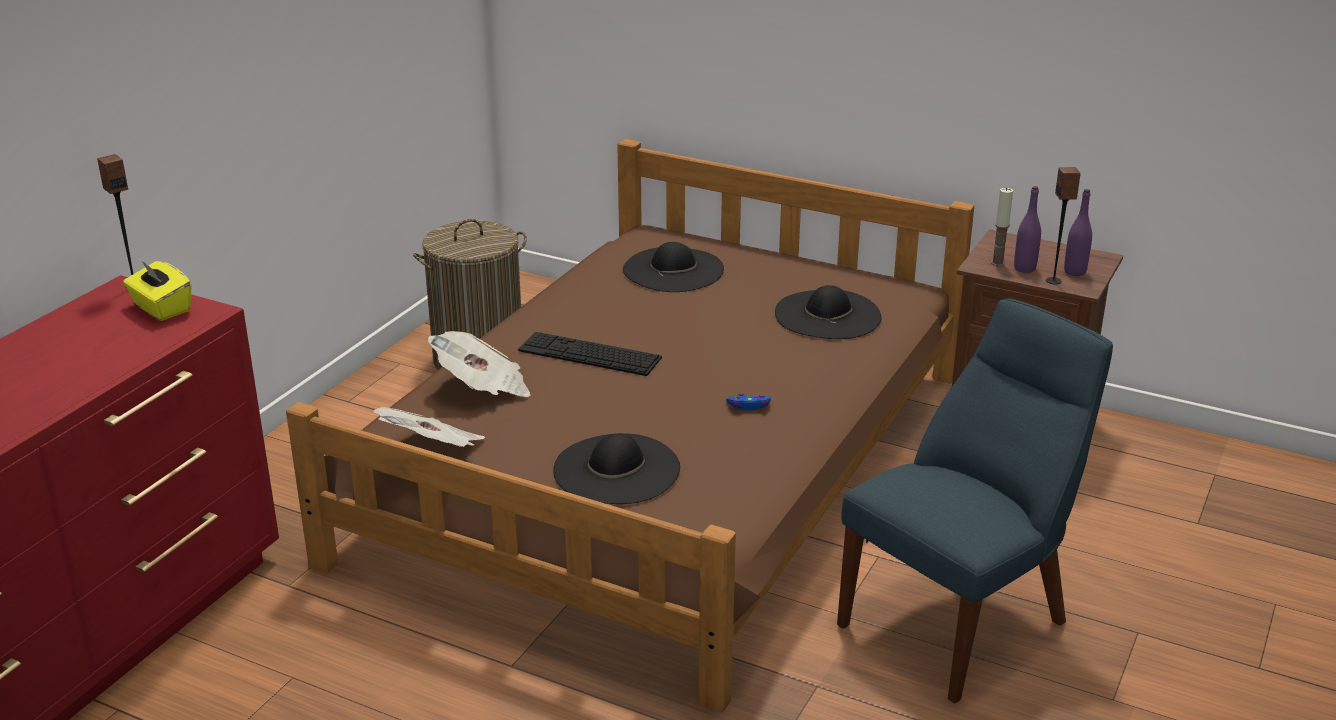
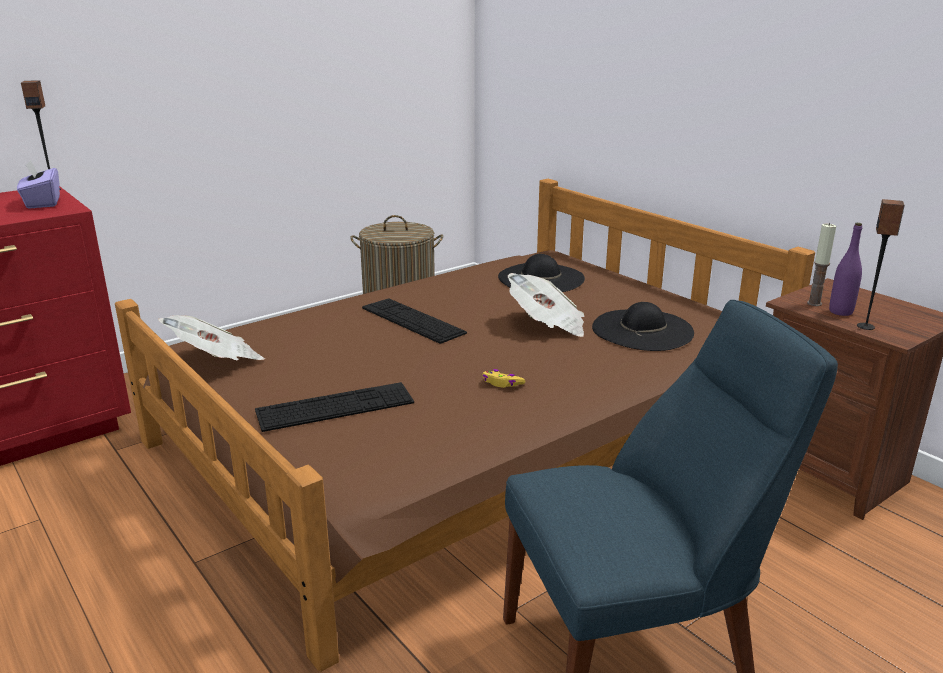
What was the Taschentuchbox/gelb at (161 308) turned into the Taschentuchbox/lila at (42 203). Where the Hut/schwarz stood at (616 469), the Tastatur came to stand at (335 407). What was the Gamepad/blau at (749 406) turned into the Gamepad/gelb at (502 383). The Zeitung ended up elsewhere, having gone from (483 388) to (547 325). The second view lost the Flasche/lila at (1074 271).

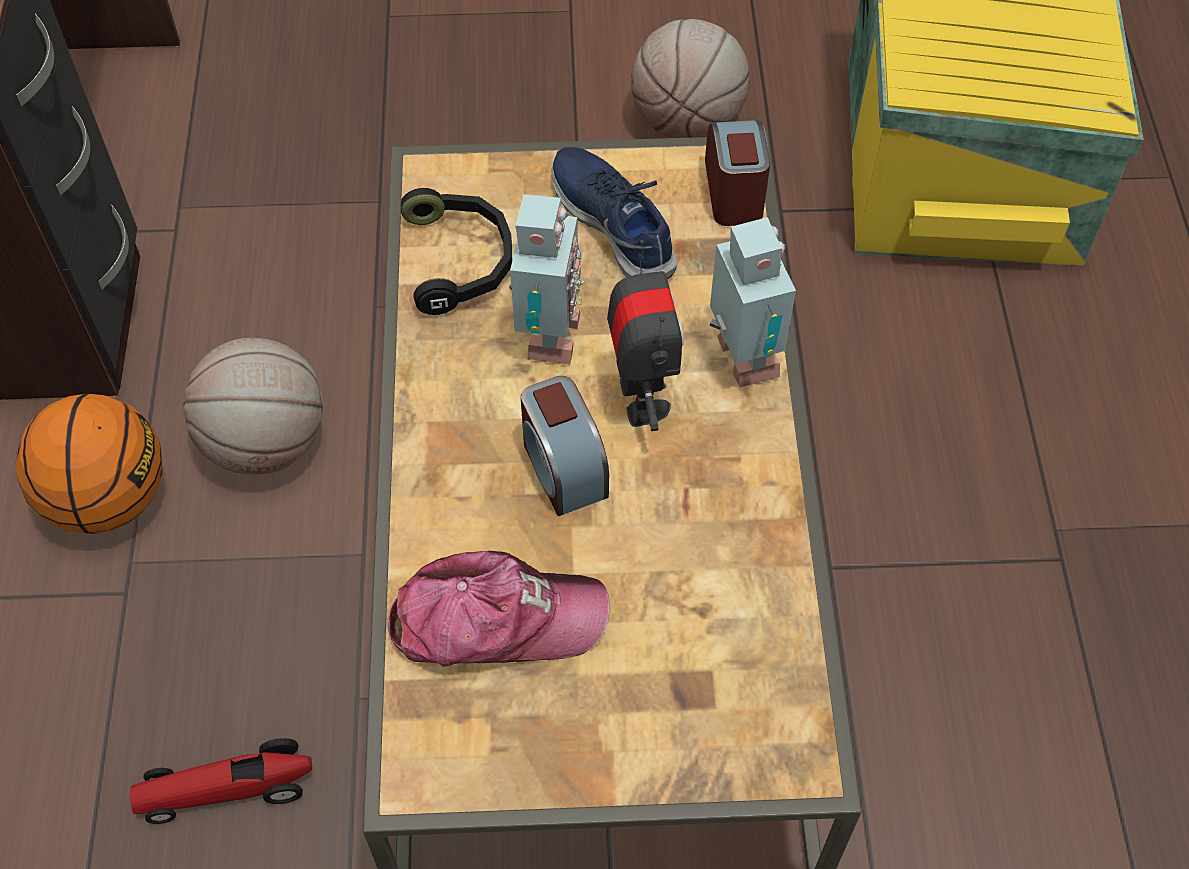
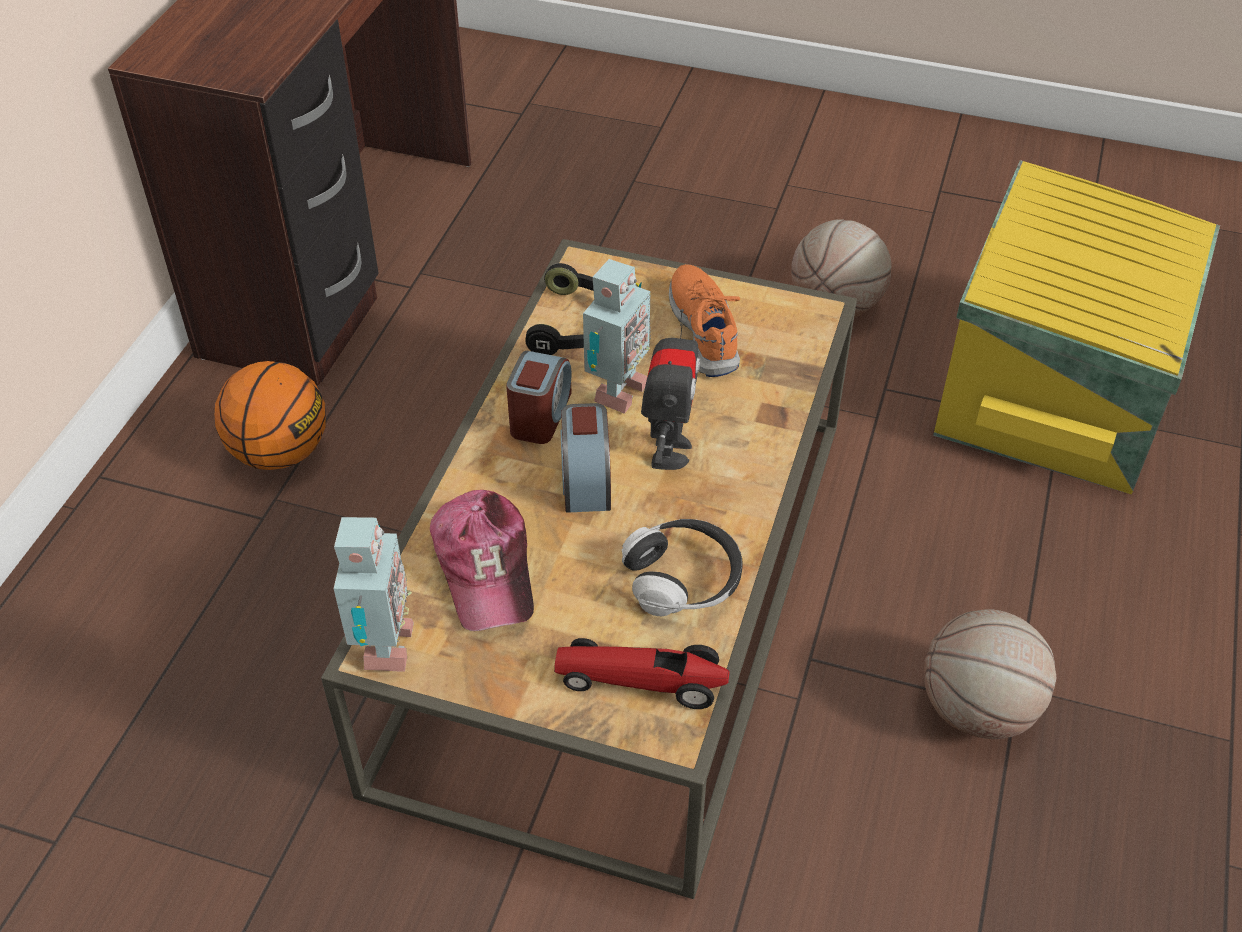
The Spielzeugroboter ended up elsewhere, having gone from (742 362) to (382 648). The Kappe at (496 620) ended up facing another way, 60 degrees clockwise from before. The Wecker ended up elsewhere, having gone from (734 191) to (540 415). The Spielzeugauto ended up elsewhere, having gone from (227 788) to (642 680). The second view gained the Kopfhörer at (683 580). What was the Schuh/blau at (615 223) turned into the Schuh/orange at (706 329). The Basketball ended up elsewhere, having gone from (266 444) to (977 710).

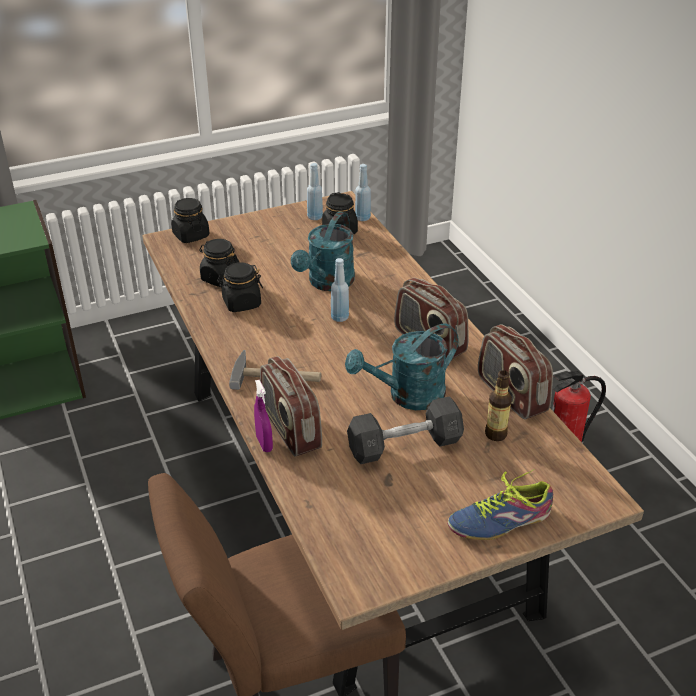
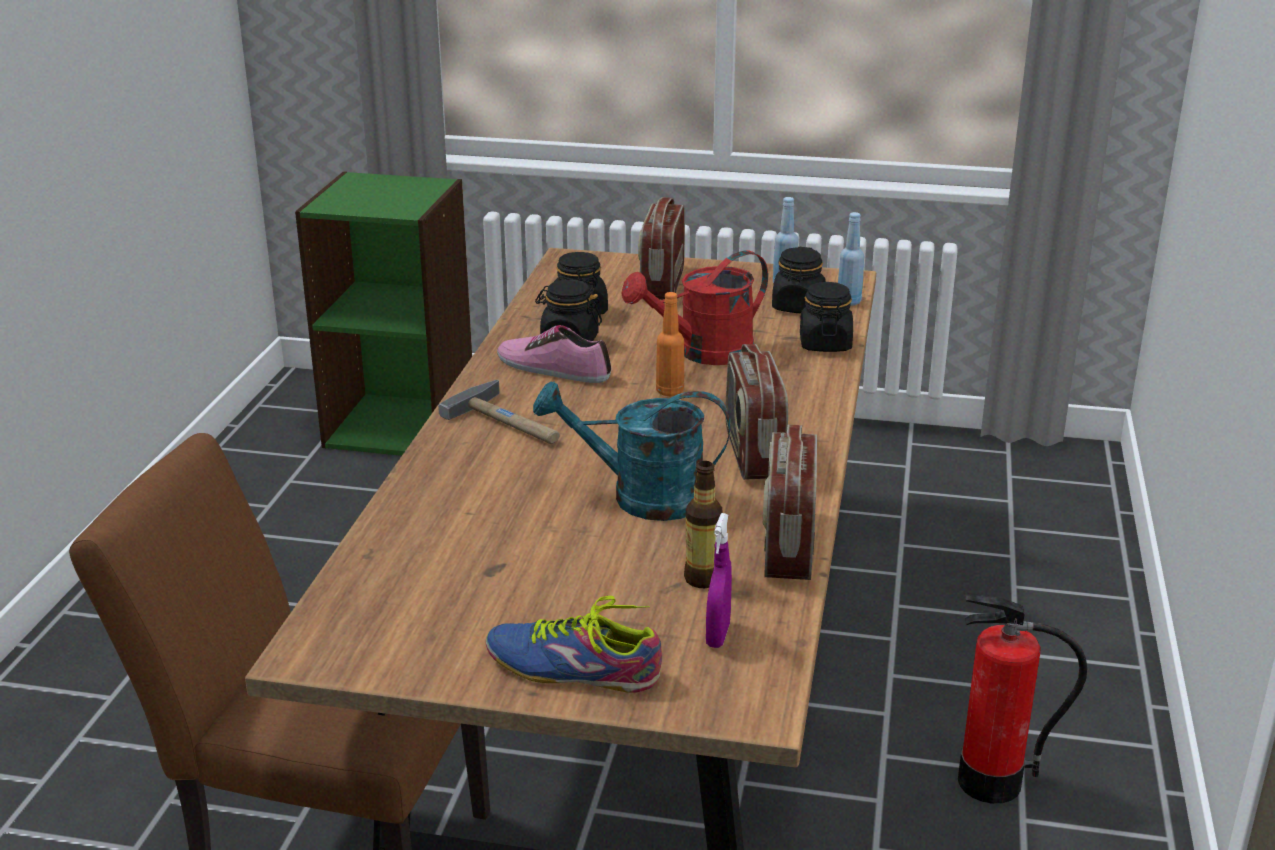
The second view gained the Schuh at (554 368). What was the Gießkanne/türkis at (327 283) turned into the Gießkanne/rot at (704 353). The Radio ended up elsewhere, having gone from (290 429) to (661 284). What was the Flasche/blau at (340 317) turned into the Flasche/orange at (670 391). The Sprühflasche/lila ended up elsewhere, having gone from (264 444) to (718 635). The Vorratsglas/schwarz ended up elsewhere, having gone from (191 235) to (825 344). The second view lost the Hantel/grau at (404 445).

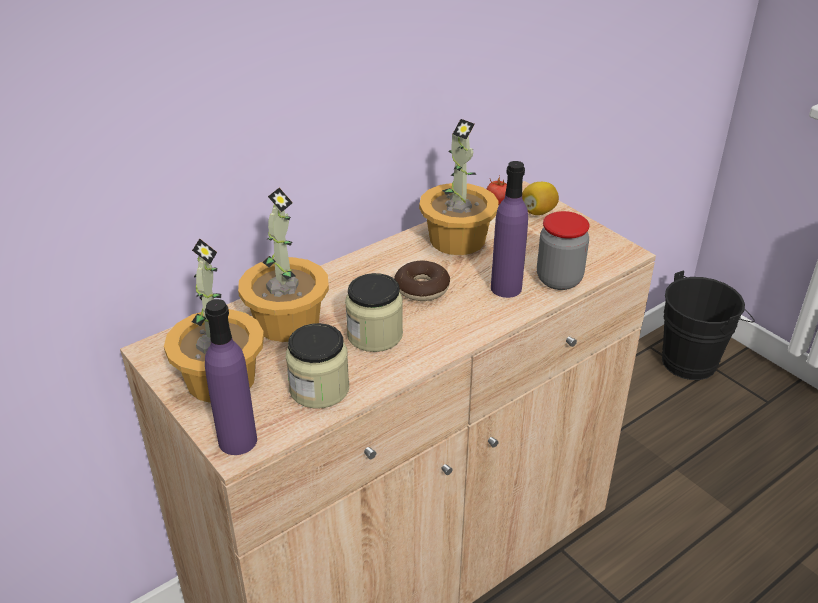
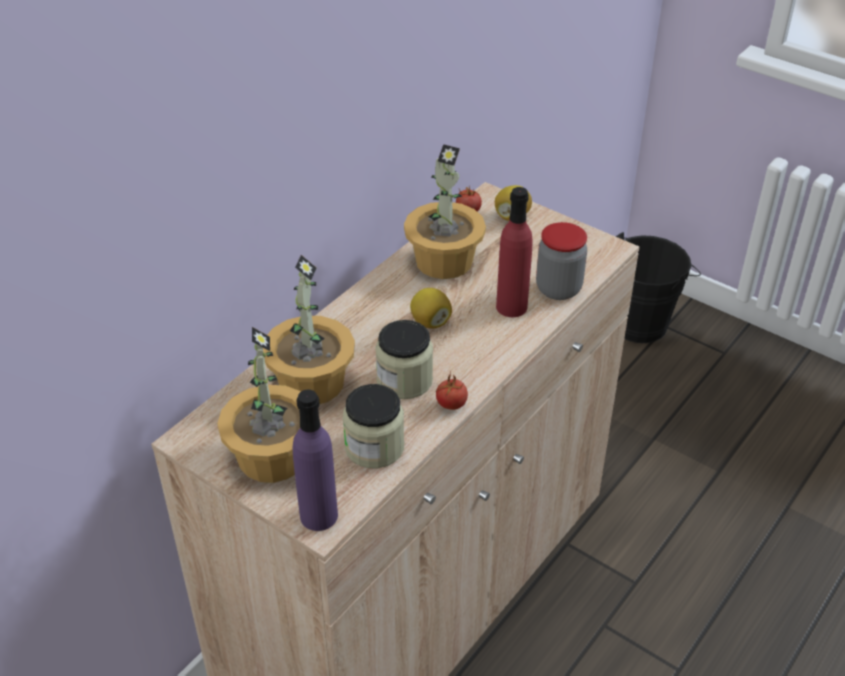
Where the Donut stood at (422 288), the Zitrone came to stand at (430 322). The second view gained the Tomate at (451 404). What was the Flasche/lila at (506 288) turned into the Flasche/rot at (511 307).

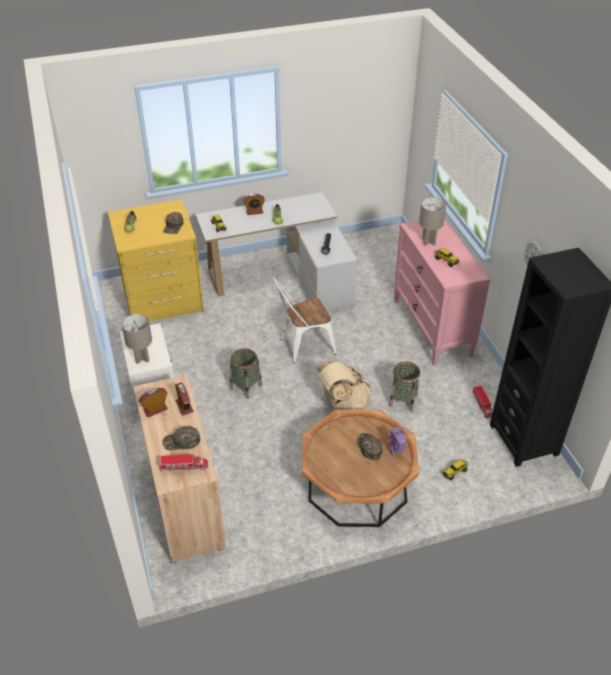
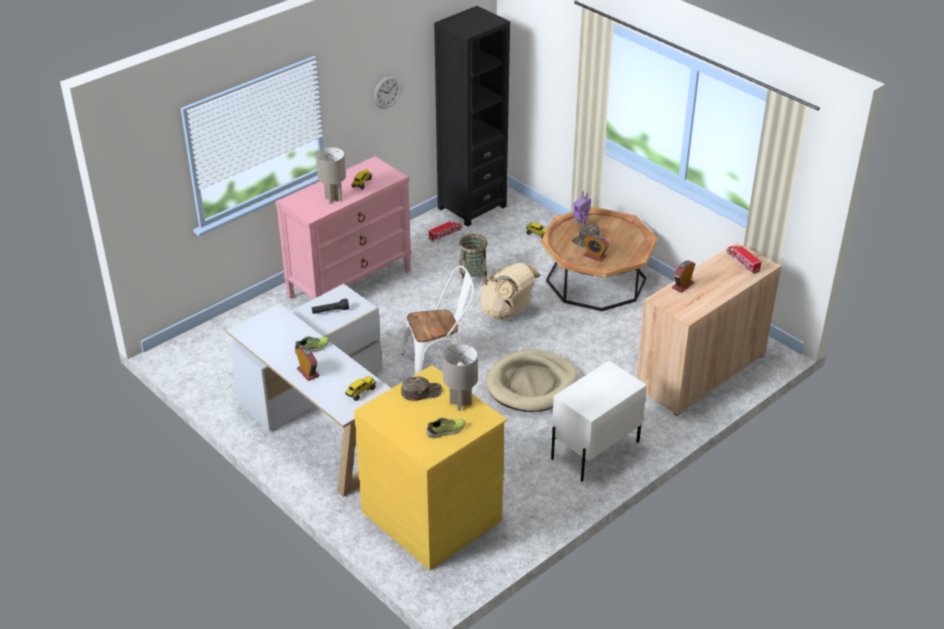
The Stuhl/weiß at (302 346) ended up facing another way, 60 degrees counterclockwise from before. The Tischlampe/grau ended up elsewhere, having gone from (141 358) to (460 404). Where the Korb stood at (246 387), the Hundebett/beige came to stand at (532 384). The Wecker ended up elsewhere, having gone from (155 409) to (595 256). The second view lost the Kappe/grün at (181 441).

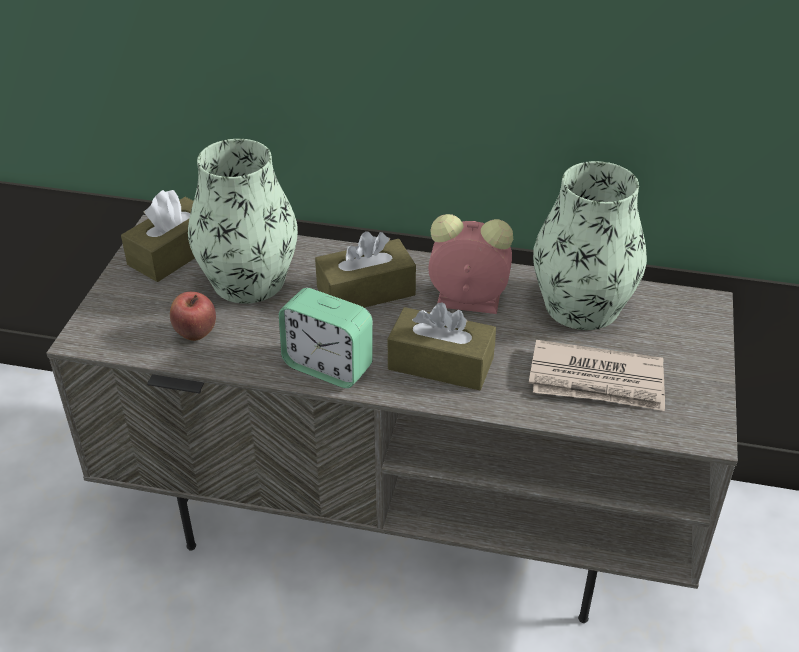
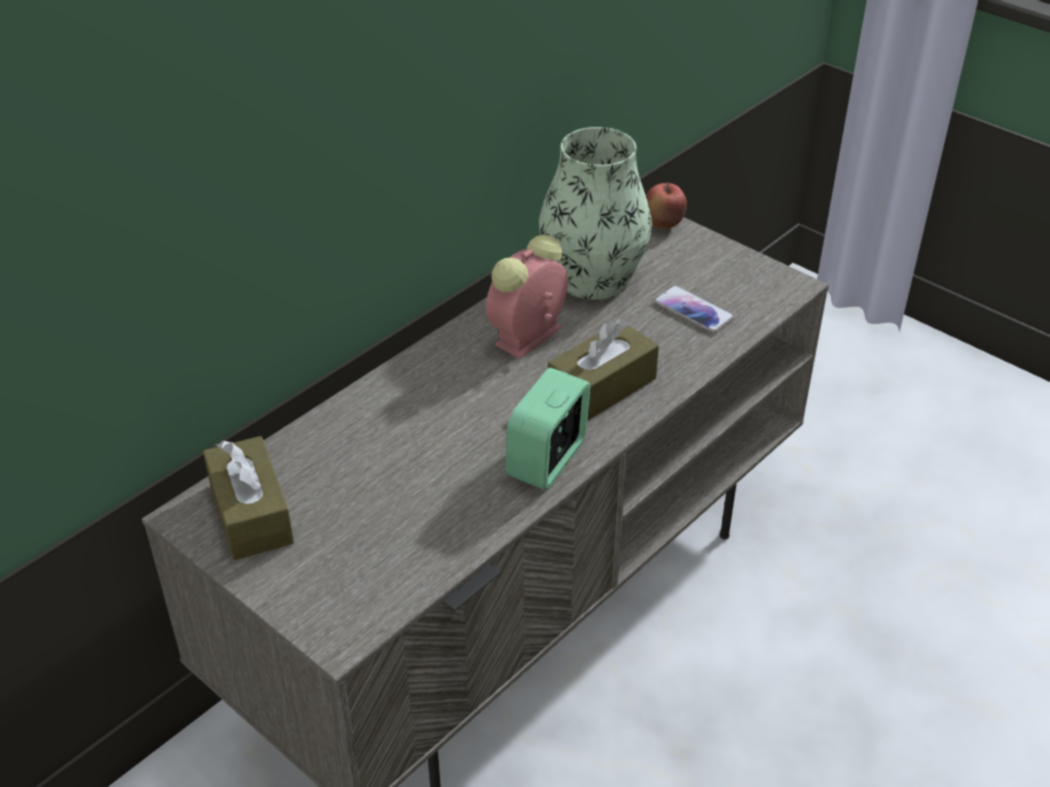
The Wecker at (328 366) ended up facing another way, 150 degrees clockwise from before. The Apfel ended up elsewhere, having gone from (195 334) to (662 225). Where the Zeitung stood at (597 381), the Handy came to stand at (693 310). The second view lost the Vase at (248 280). The second view lost the Taschentuchbox/braun at (366 291).

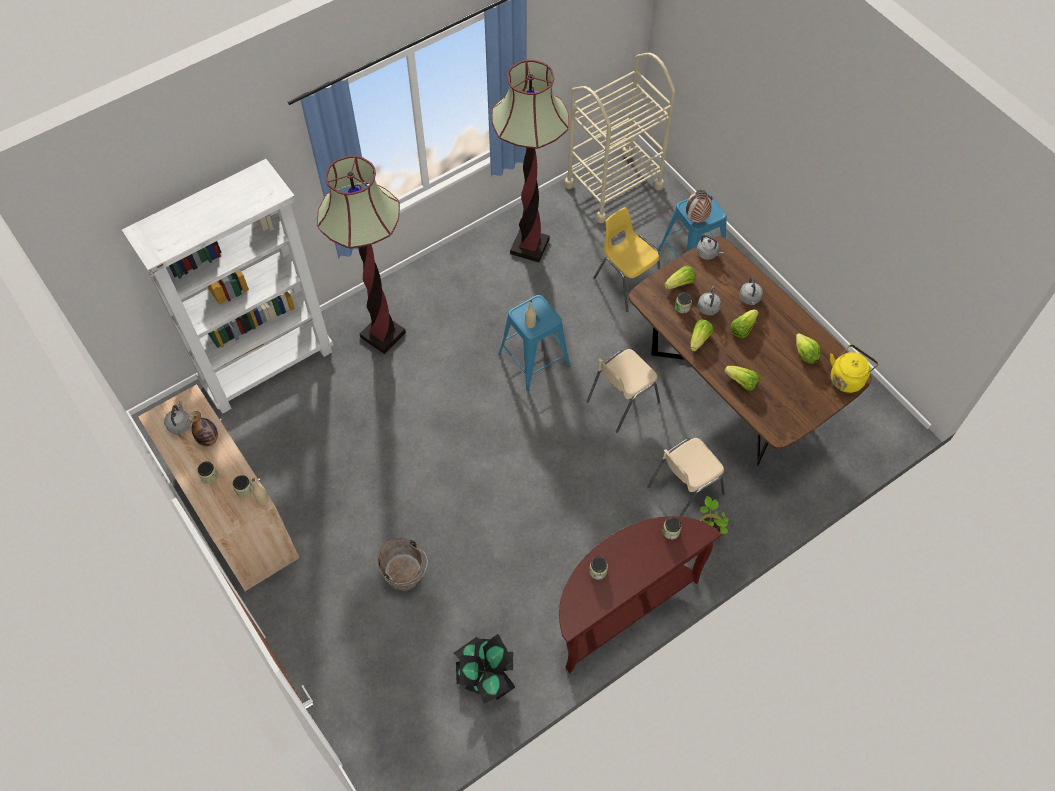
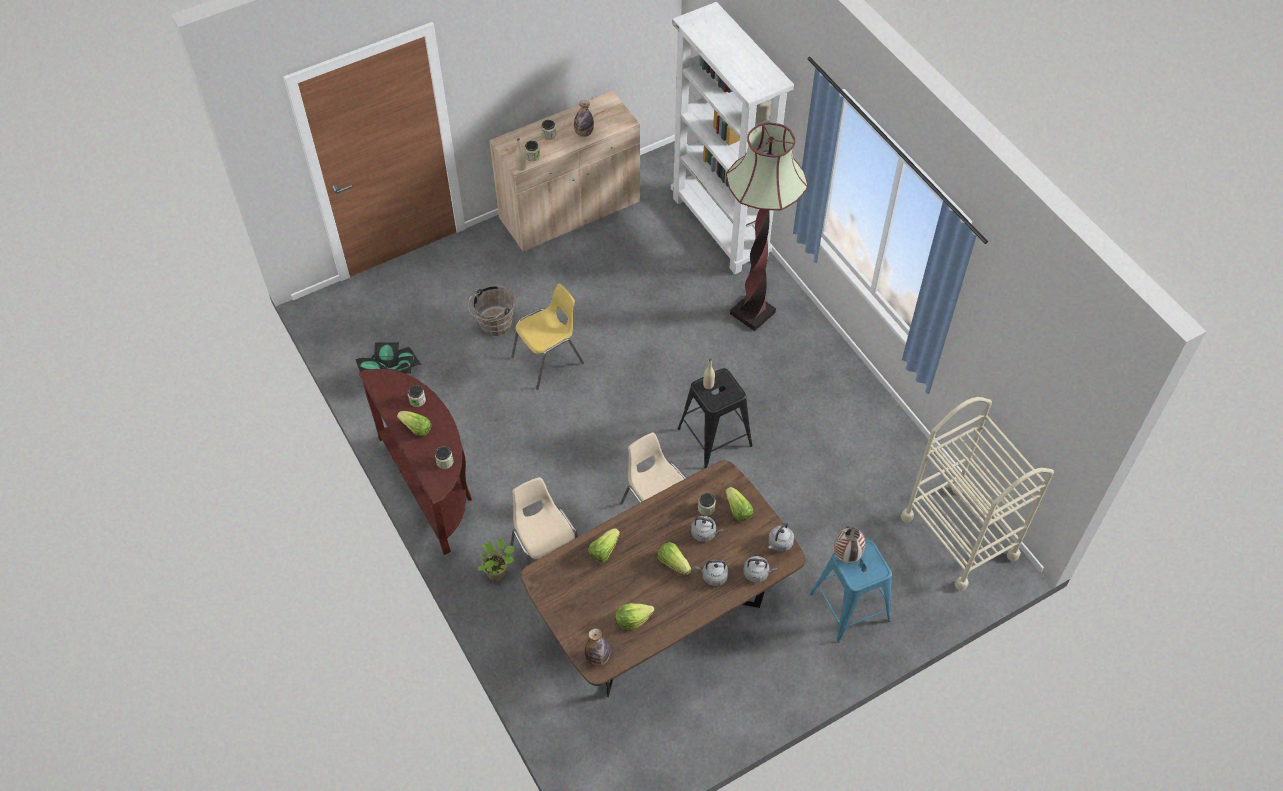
The Salatkopf ended up elsewhere, having gone from (699 339) to (416 428). The Stuhl/gelb ended up elsewhere, having gone from (626 283) to (549 360). Where the Wasserkessel/gelb stood at (847 378), the Flasche came to stand at (598 658). What was the Hocker/blau at (533 360) turned into the Hocker/schwarz at (714 437). The Wasserkessel/grau ended up elsewhere, having gone from (180 424) to (757 573). The second view lost the Stehlampe at (529 246).

